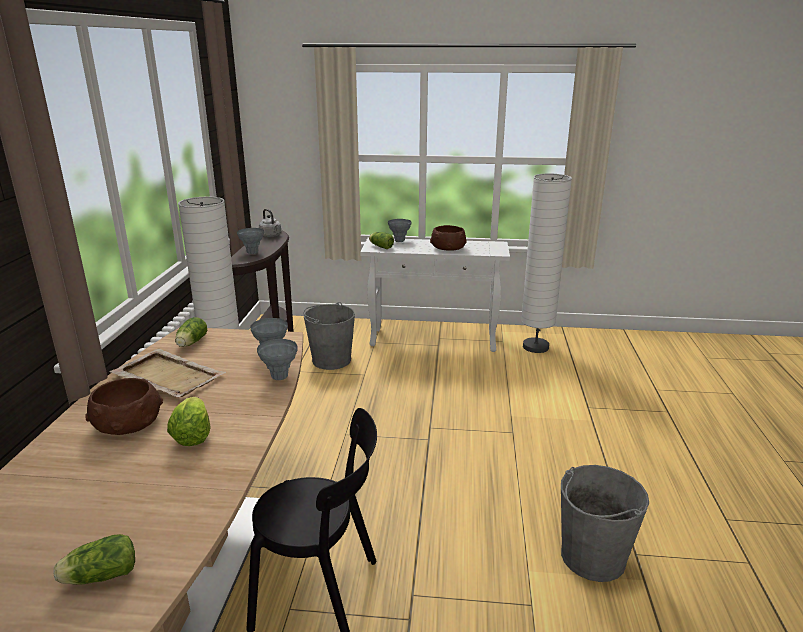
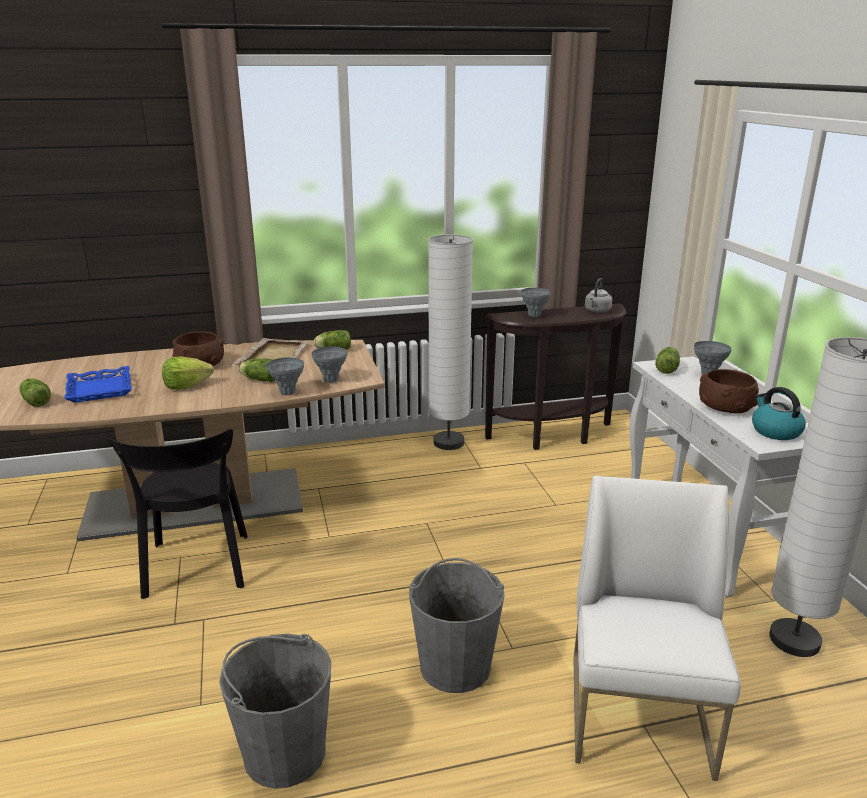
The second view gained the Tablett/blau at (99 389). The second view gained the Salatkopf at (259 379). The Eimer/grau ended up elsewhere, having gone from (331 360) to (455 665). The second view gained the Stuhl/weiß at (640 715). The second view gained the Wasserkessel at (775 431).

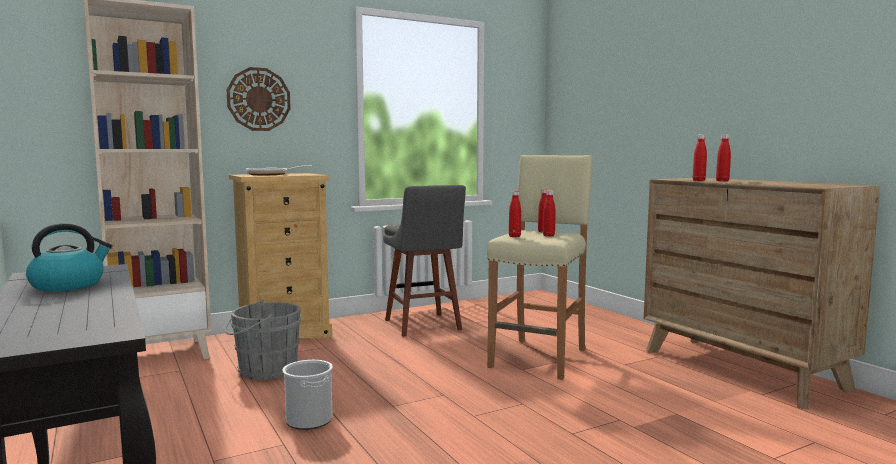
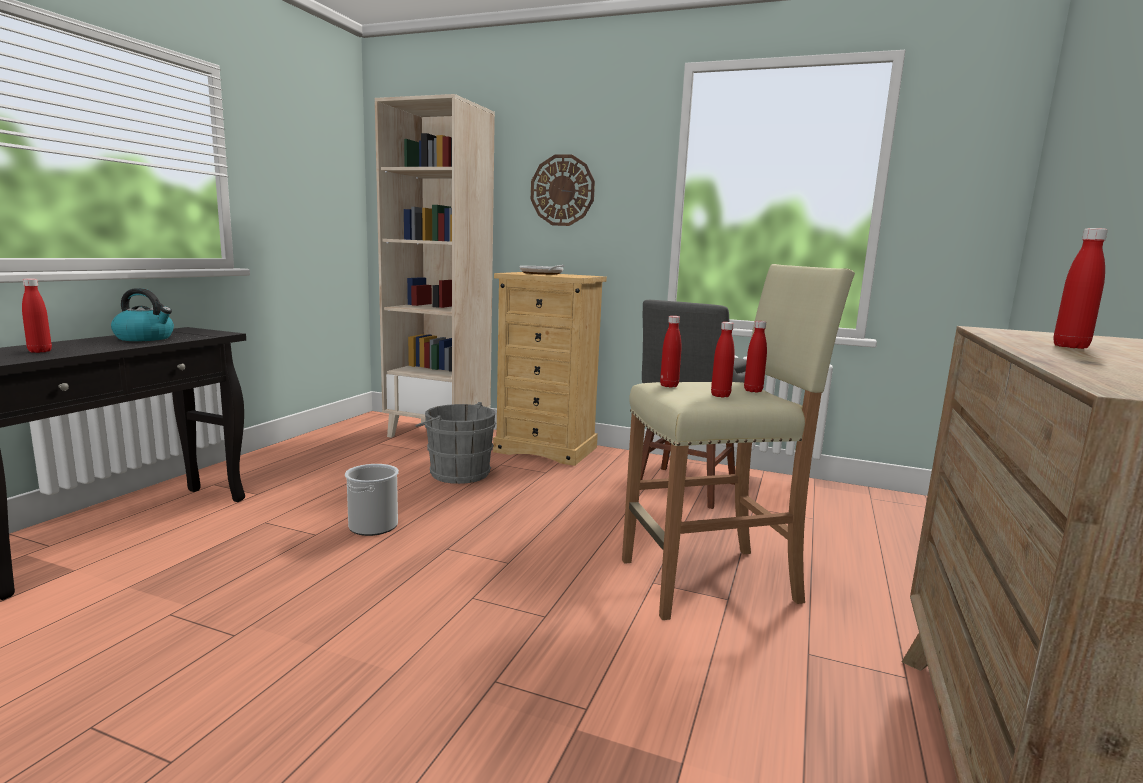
The Flasche/rot ended up elsewhere, having gone from (698 180) to (40 351).

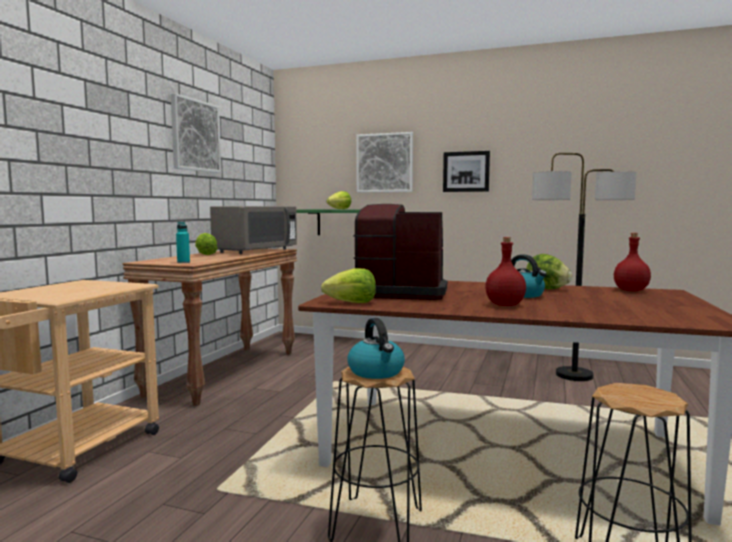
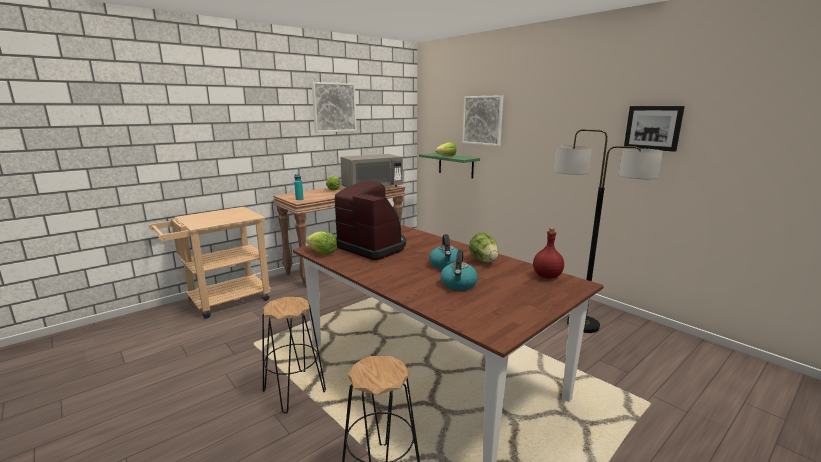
The Wasserkessel ended up elsewhere, having gone from (376 372) to (458 284). The Bild ended up elsewhere, having gone from (466 171) to (653 128). The second view lost the Flasche/rot at (504 305).

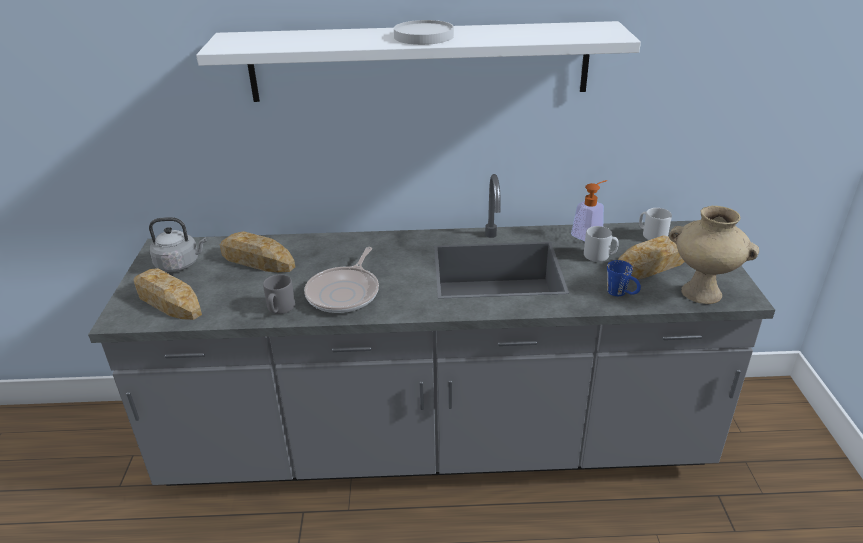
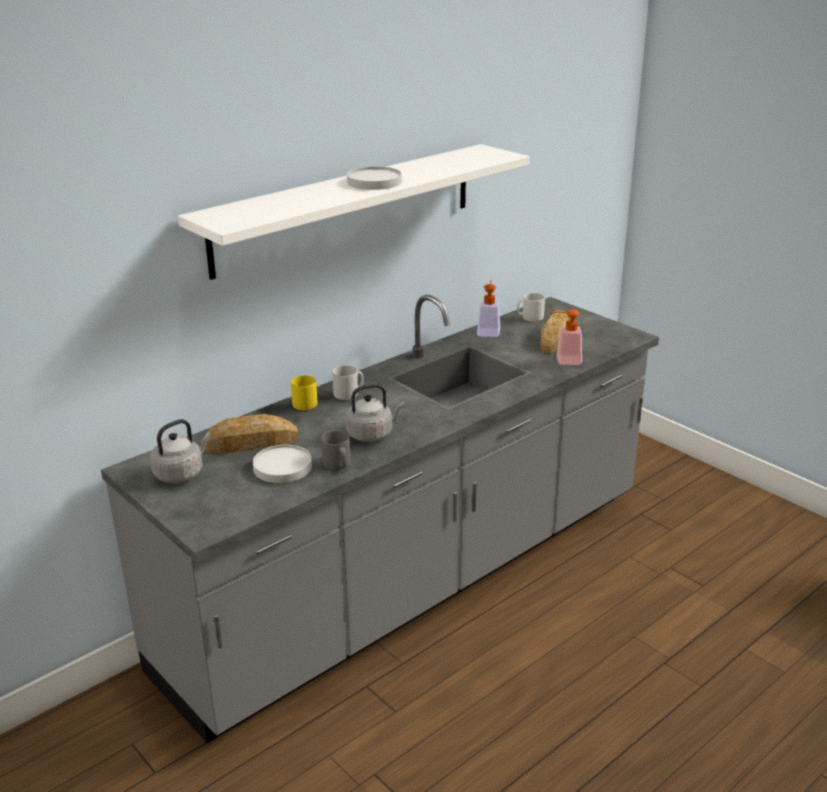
The second view gained the Teller/weiß at (282 467). The second view gained the Henkelbecher/gelb at (303 403). The Henkelbecher/grau ended up elsewhere, having gone from (599 256) to (349 394). Where the Pfanne stood at (345 293), the Wasserkessel/grau came to stand at (372 434). Where the Henkelbecher/blau stood at (621 293), the Seifenspender came to stand at (563 360). The second view lost the Brot at (168 301). The second view lost the Vase/beige at (702 292).

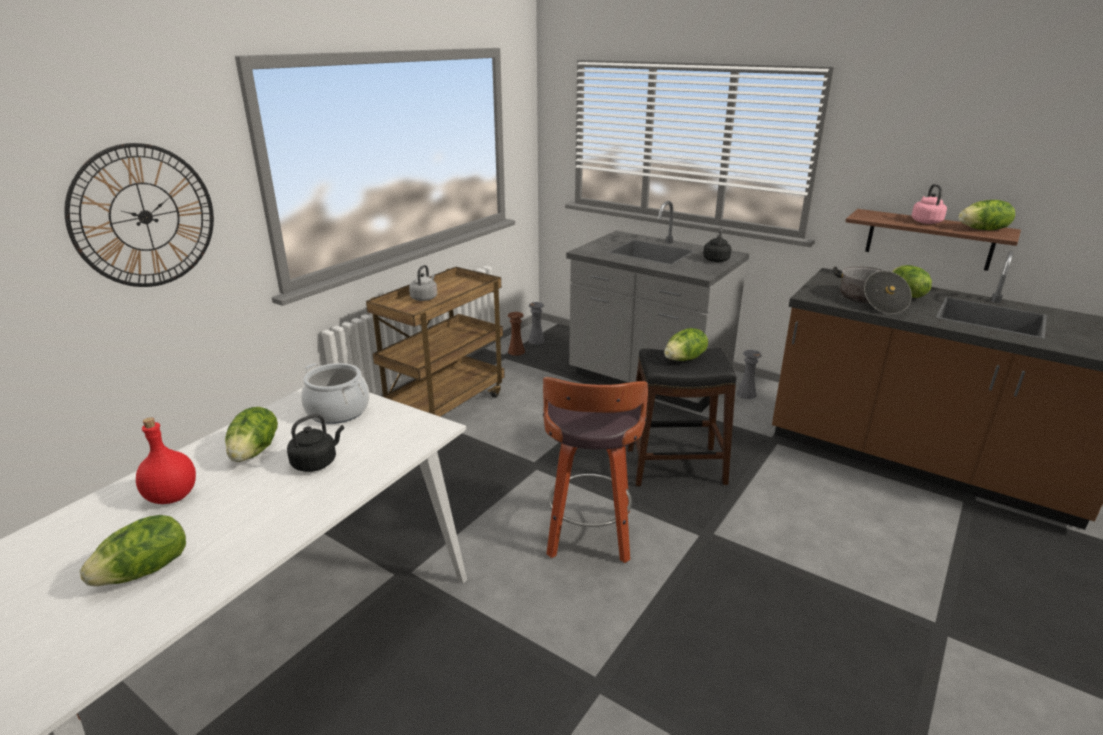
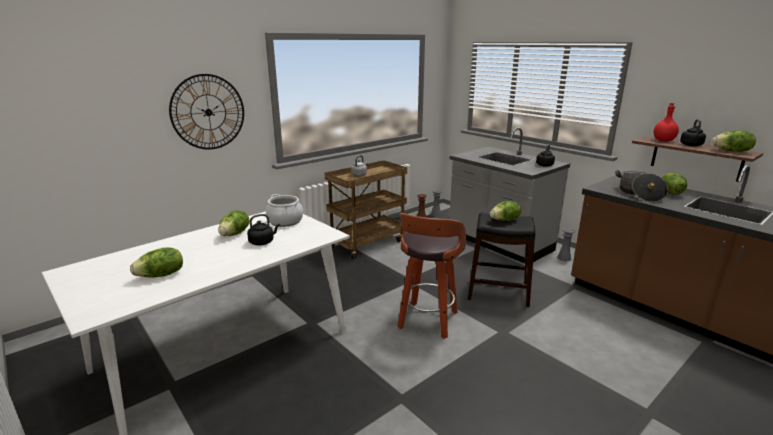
The Flasche/rot ended up elsewhere, having gone from (171 496) to (663 140). What was the Wasserkessel/rosa at (925 221) turned into the Wasserkessel/schwarz at (690 145).

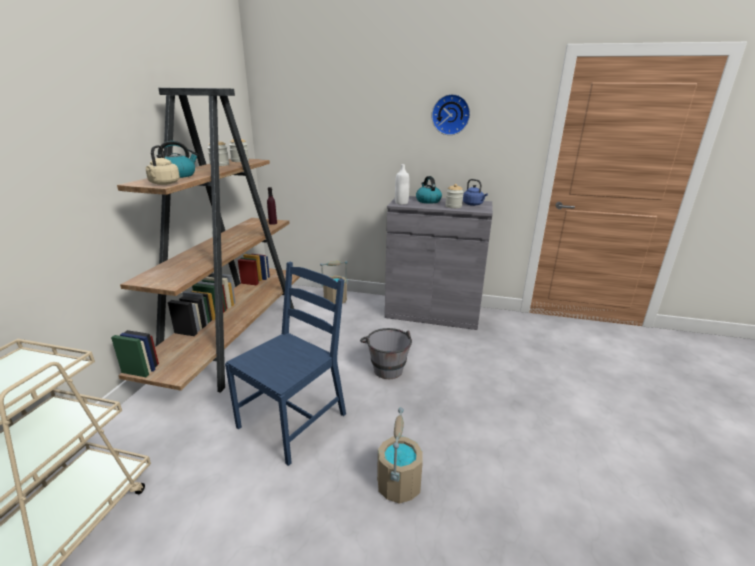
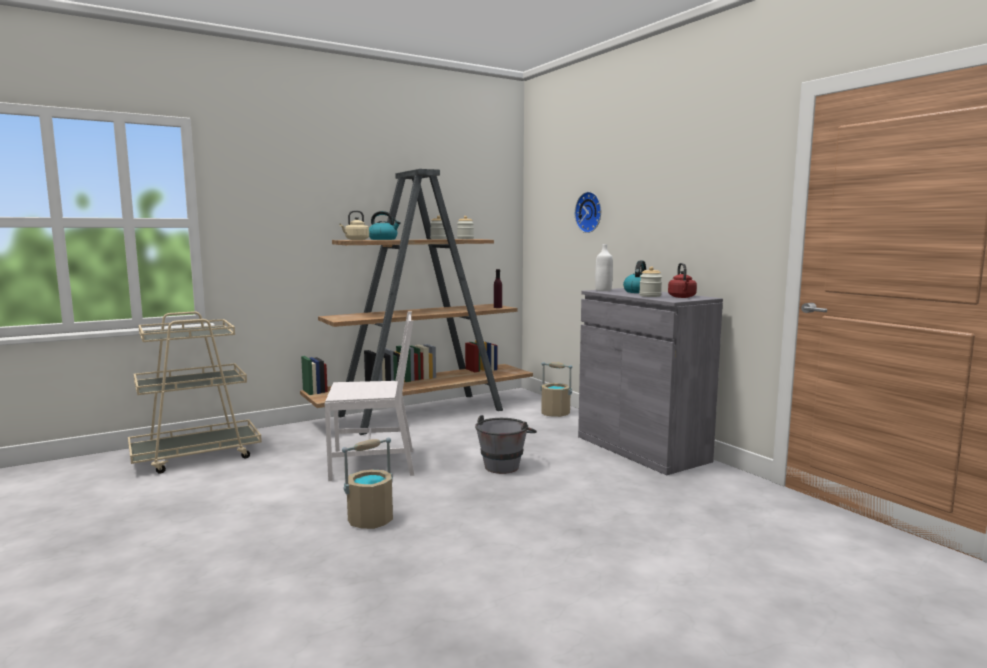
What was the Stuhl/blau at (293 420) turned into the Stuhl/weiß at (374 464). The Wanduhr ended up elsewhere, having gone from (450 114) to (590 212). What was the Wasserkessel/blau at (473 204) turned into the Wasserkessel/rot at (682 297).

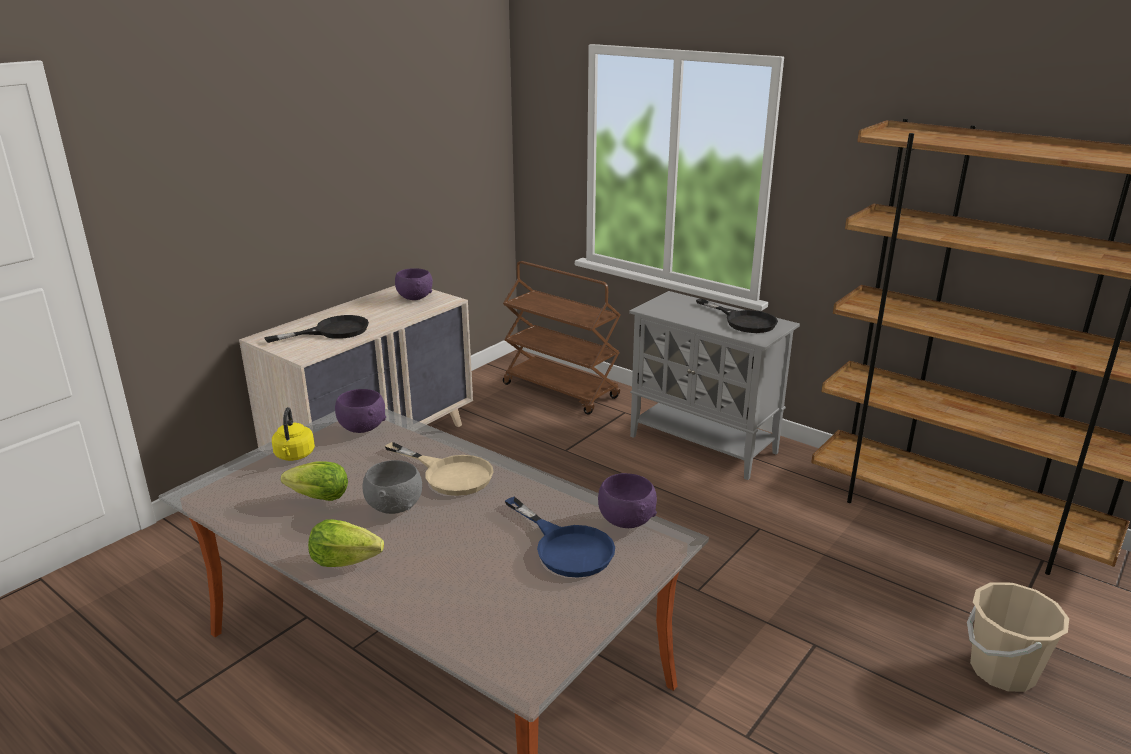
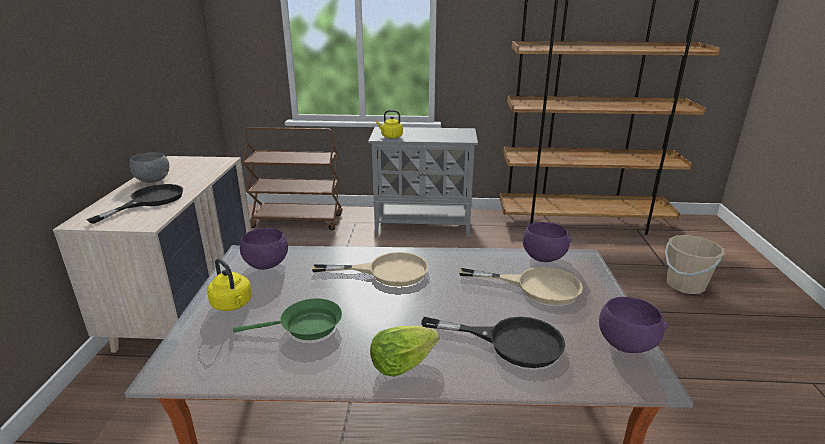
The Schüssel/grau ended up elsewhere, having gone from (395 506) to (153 180). Where the Salatkopf stood at (319 497), the Pfanne/grün came to stand at (306 327). The second view gained the Wasserkessel/gelb at (390 136). The Pfanne/schwarz ended up elsewhere, having gone from (743 321) to (511 342). What was the Pfanne/blau at (566 547) turned into the Pfanne/beige at (536 286). The Schüssel/lila ended up elsewhere, having gone from (414 297) to (625 344).

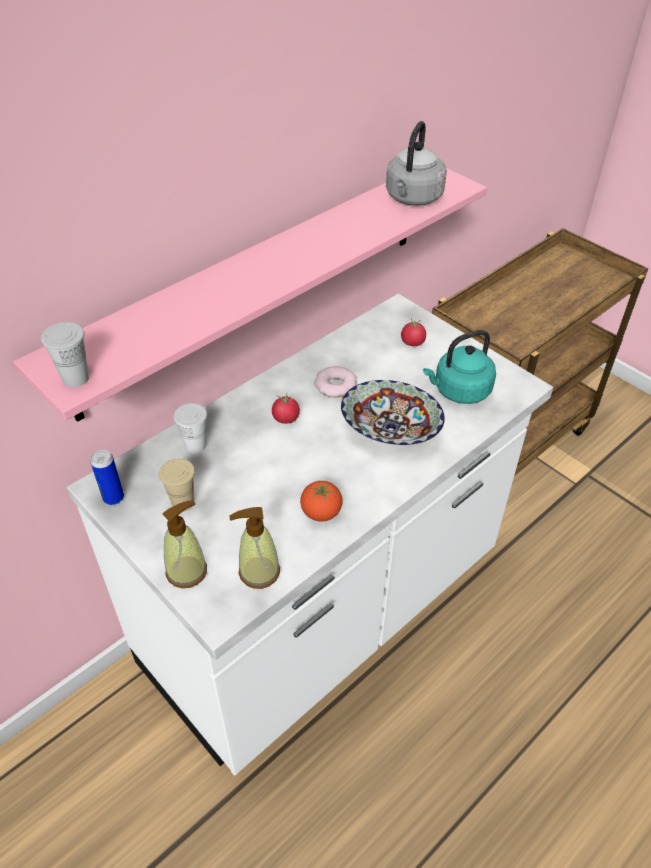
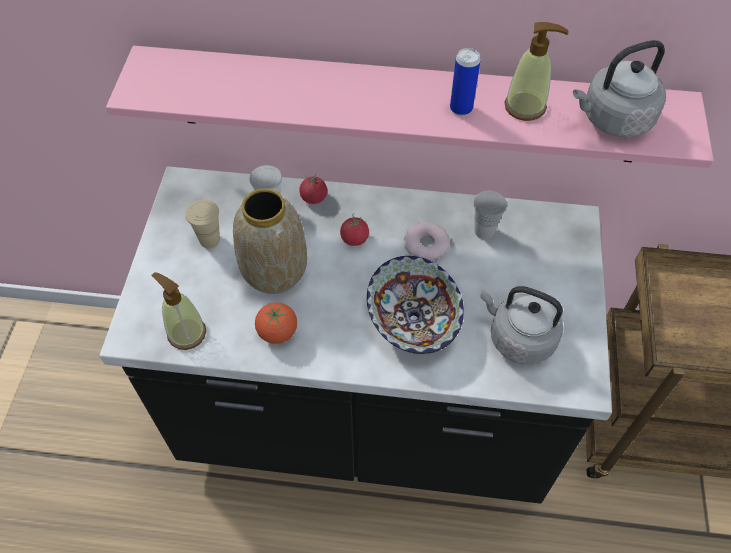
What was the Küchenzeile/weiß at (324 613) turned into the Küchenzeile/schwarz at (365 419). The second view gained the Vase at (275 271). The Tomate ended up elsewhere, having gone from (412 342) to (314 197). The Dose ended up elsewhere, having gone from (113 498) to (461 108). The Tasse/weiß ended up elsewhere, having gone from (76 378) to (484 231). What was the Wasserkessel/türkis at (459 391) turned into the Wasserkessel/grau at (518 338). The Seifenspender ended up elsewhere, having gone from (187 571) to (525 107).

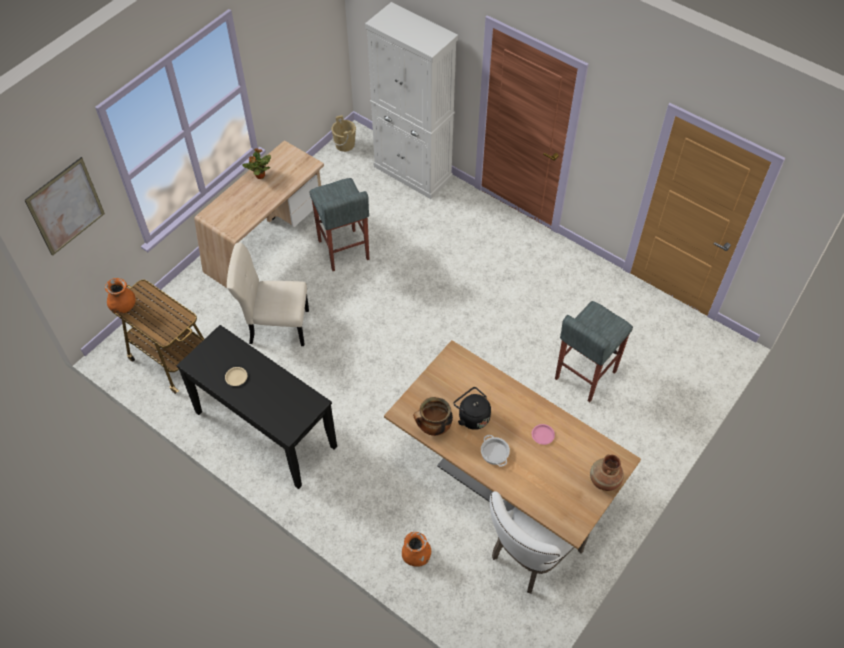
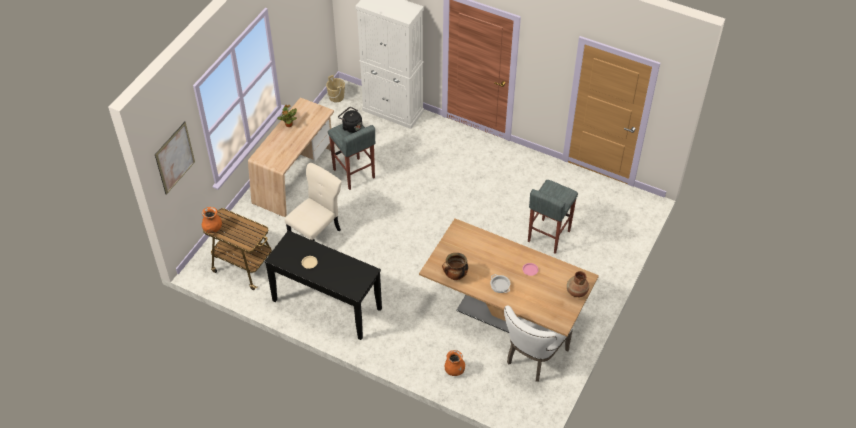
The Stuhl/beige at (276 326) ended up facing another way, 135 degrees clockwise from before. The Wasserkessel/schwarz ended up elsewhere, having gone from (472 417) to (351 126).

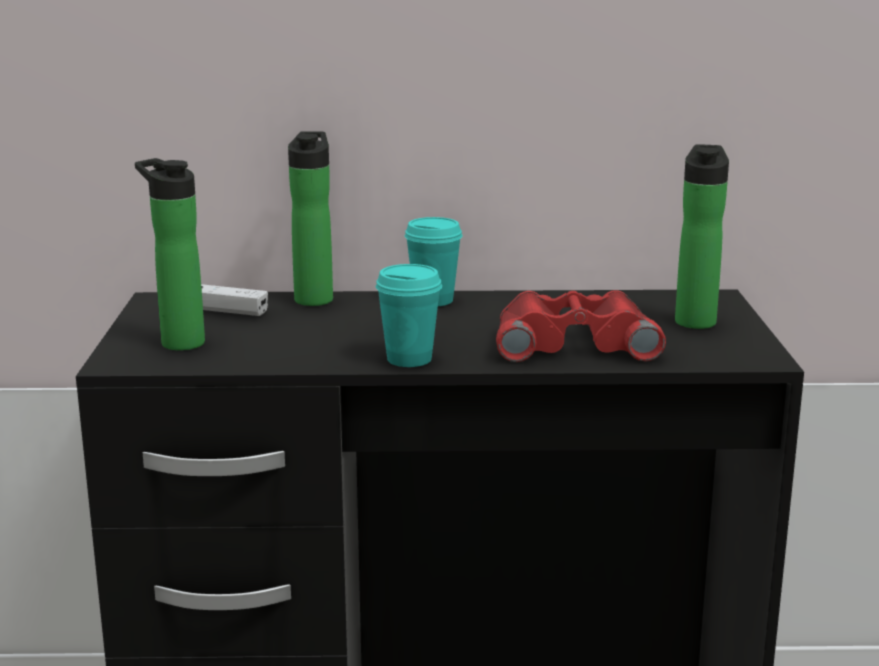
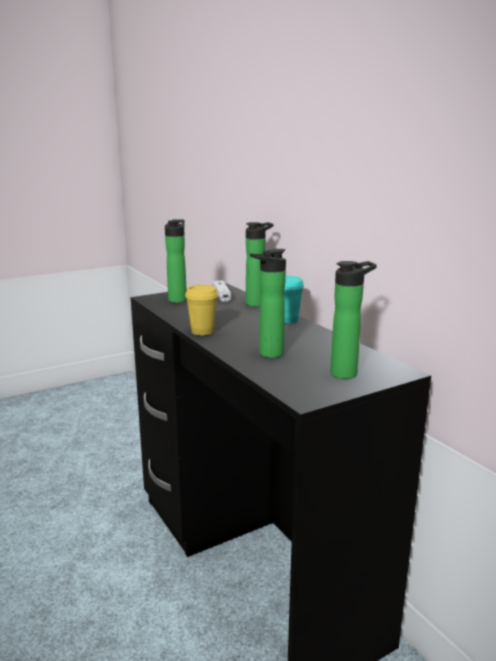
What was the Tasse/türkis at (409 359) turned into the Tasse/gelb at (202 332). Where the Fernglas/rot stood at (574 342), the Flasche came to stand at (268 354).

